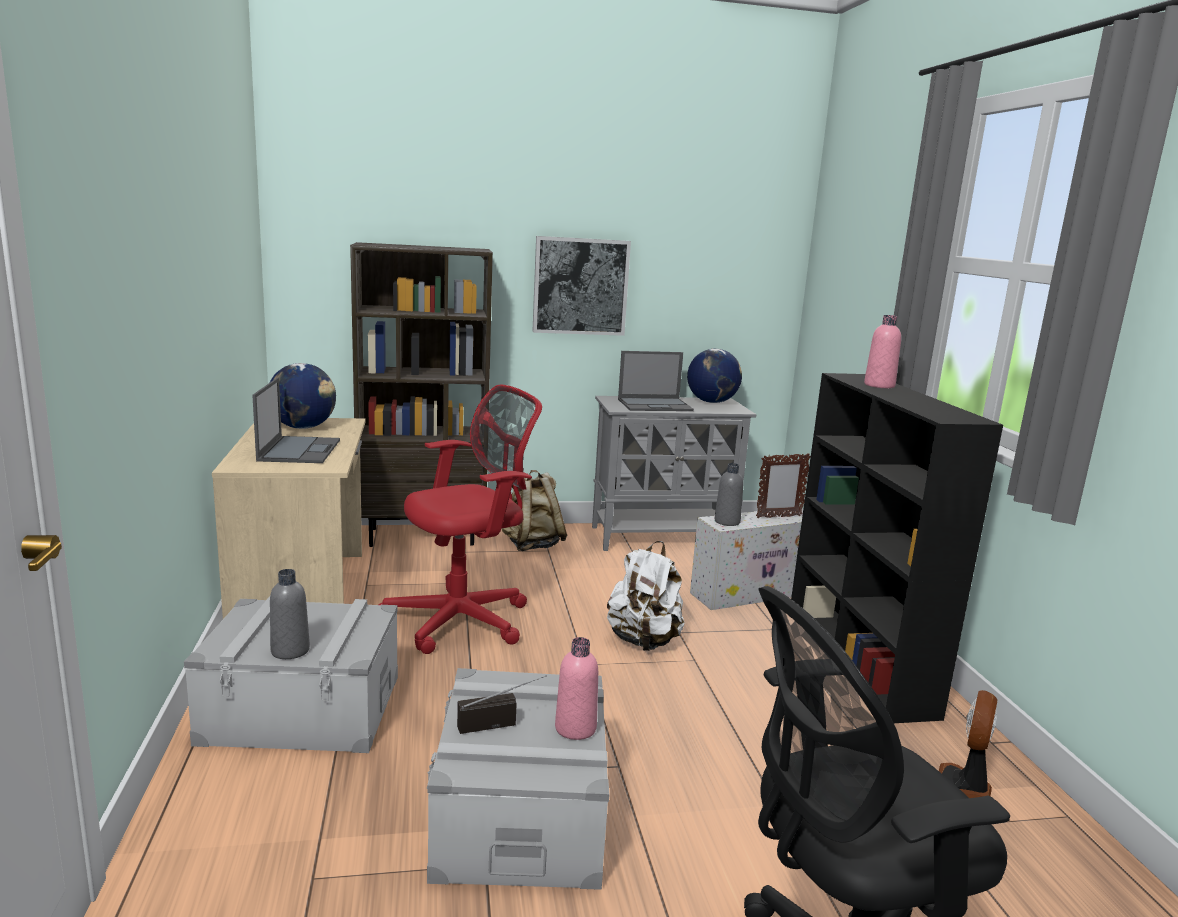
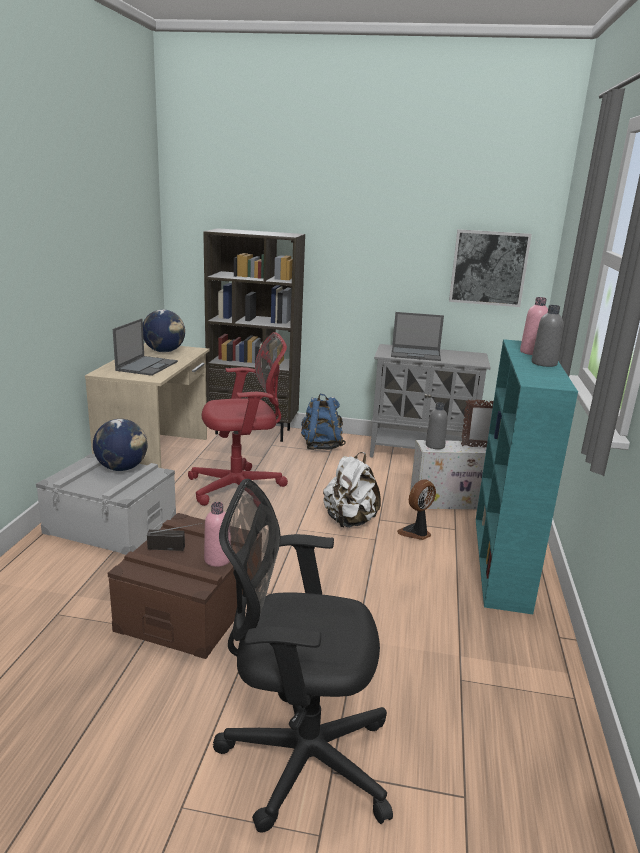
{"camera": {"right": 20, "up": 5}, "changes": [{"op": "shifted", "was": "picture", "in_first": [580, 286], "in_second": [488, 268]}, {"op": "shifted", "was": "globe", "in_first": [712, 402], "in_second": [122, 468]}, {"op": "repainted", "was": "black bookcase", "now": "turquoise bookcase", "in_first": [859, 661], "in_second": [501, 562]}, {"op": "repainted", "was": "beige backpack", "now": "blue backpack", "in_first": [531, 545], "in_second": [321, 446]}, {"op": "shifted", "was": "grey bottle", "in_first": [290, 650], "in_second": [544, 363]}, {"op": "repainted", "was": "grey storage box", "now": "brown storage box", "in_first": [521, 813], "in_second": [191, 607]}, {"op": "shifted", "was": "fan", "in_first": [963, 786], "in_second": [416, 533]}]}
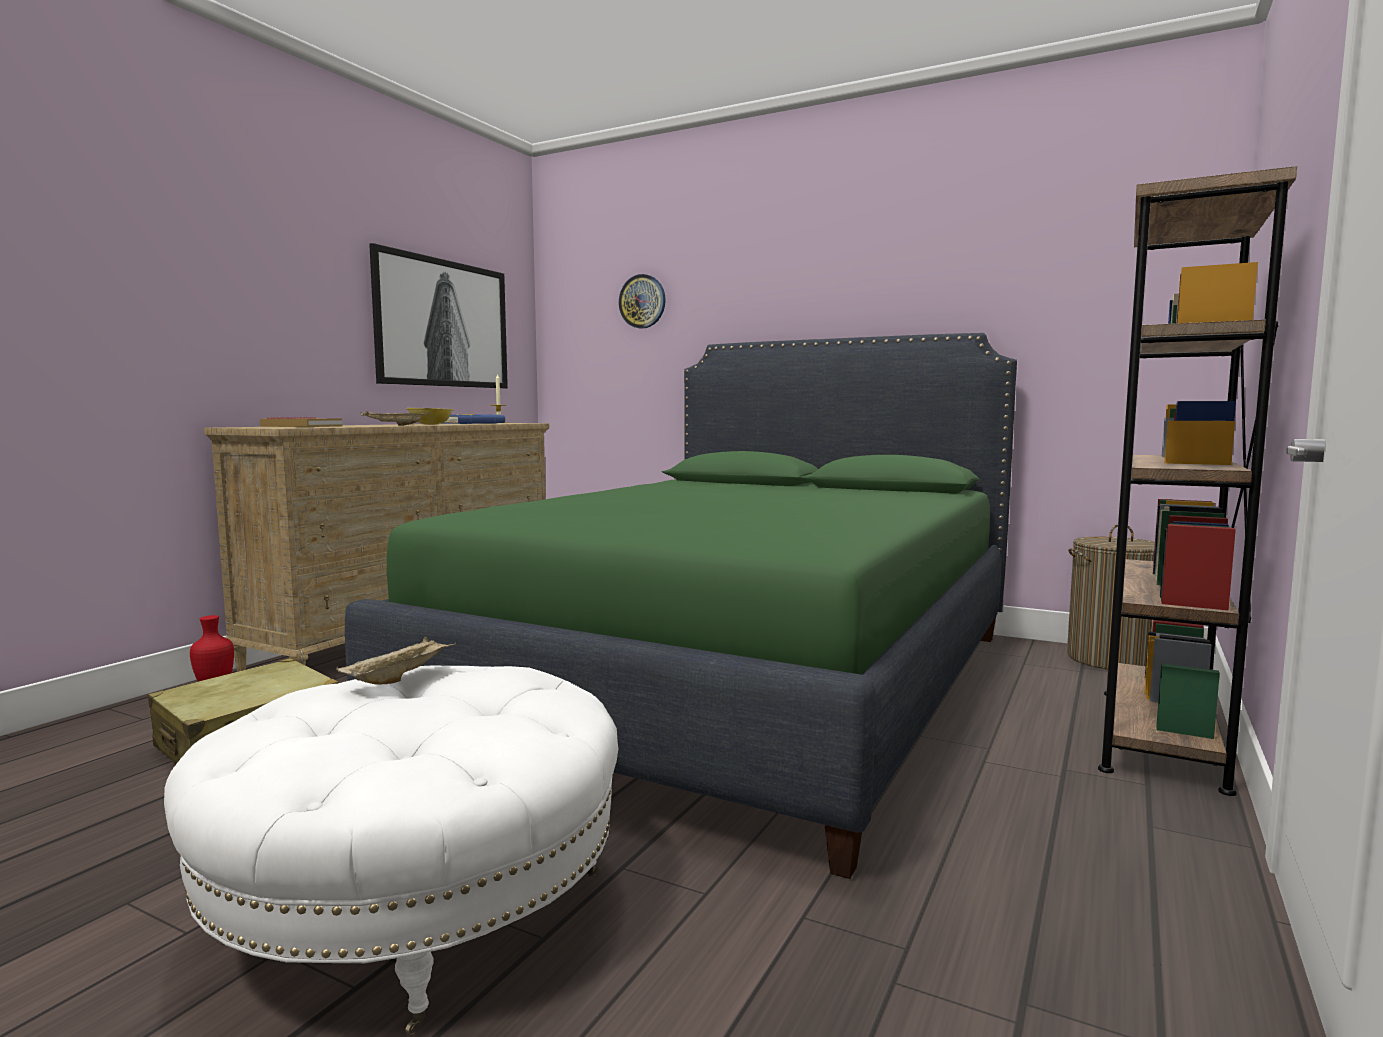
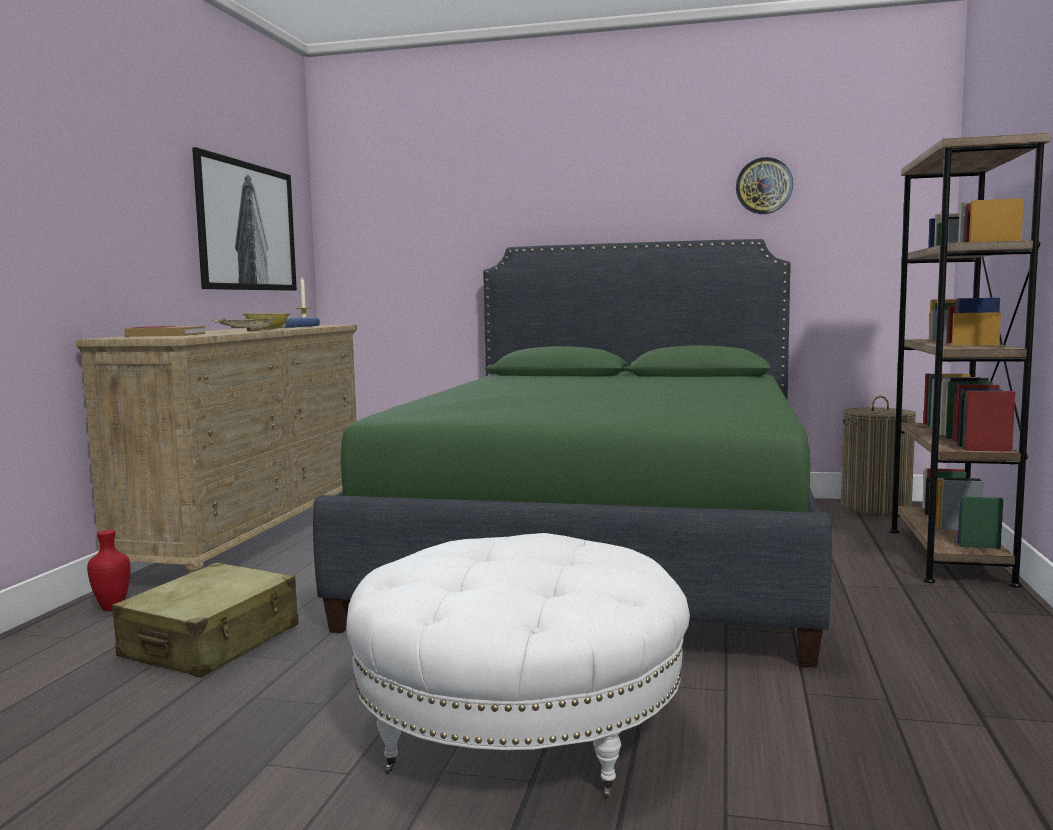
{"camera": {"right": -15, "up": 0}, "changes": [{"op": "shifted", "was": "wall clock", "in_first": [642, 301], "in_second": [764, 186]}, {"op": "gone", "was": "beige tray", "in_first": [399, 677]}]}
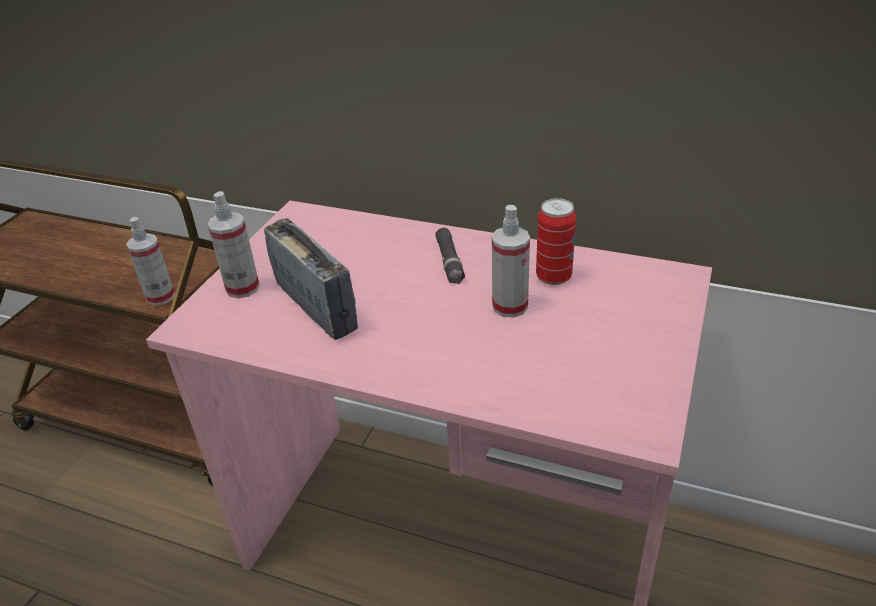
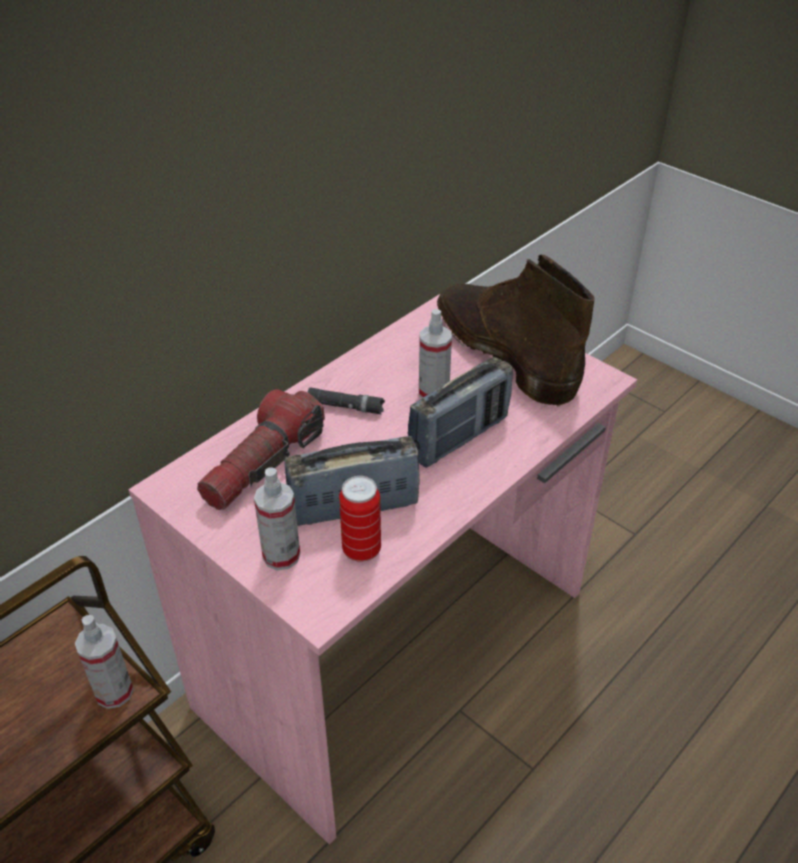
{"camera": {"right": -70, "up": 5}, "changes": [{"op": "shifted", "was": "can", "in_first": [553, 277], "in_second": [361, 550]}, {"op": "new", "now": "brown boot", "in_second": [503, 351]}, {"op": "new", "now": "radio", "in_second": [459, 438]}, {"op": "new", "now": "flashlight", "in_second": [263, 463]}]}
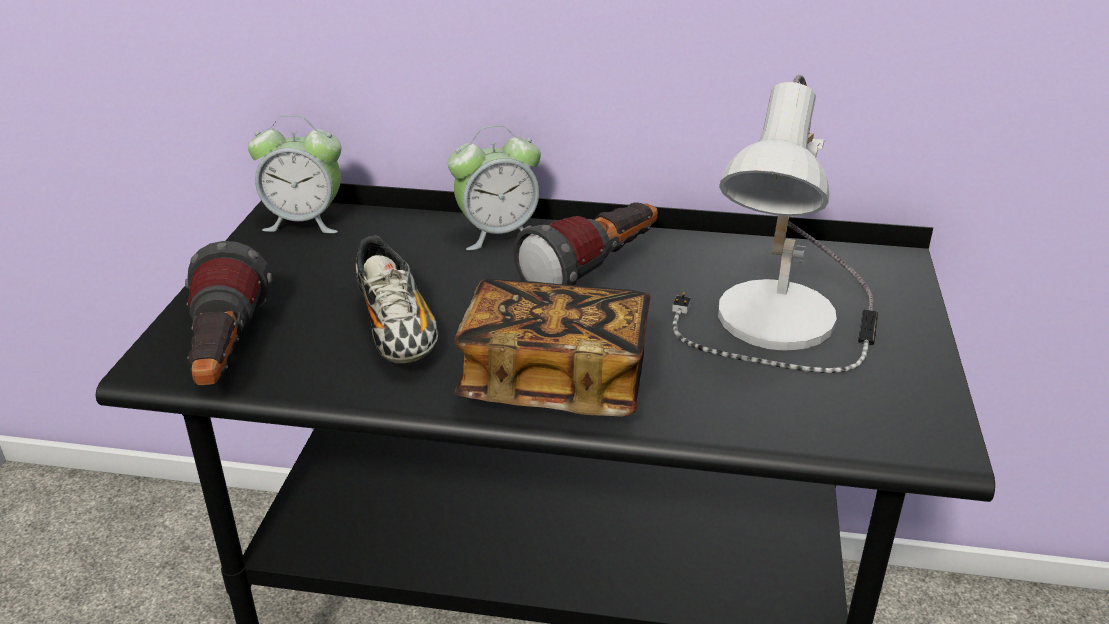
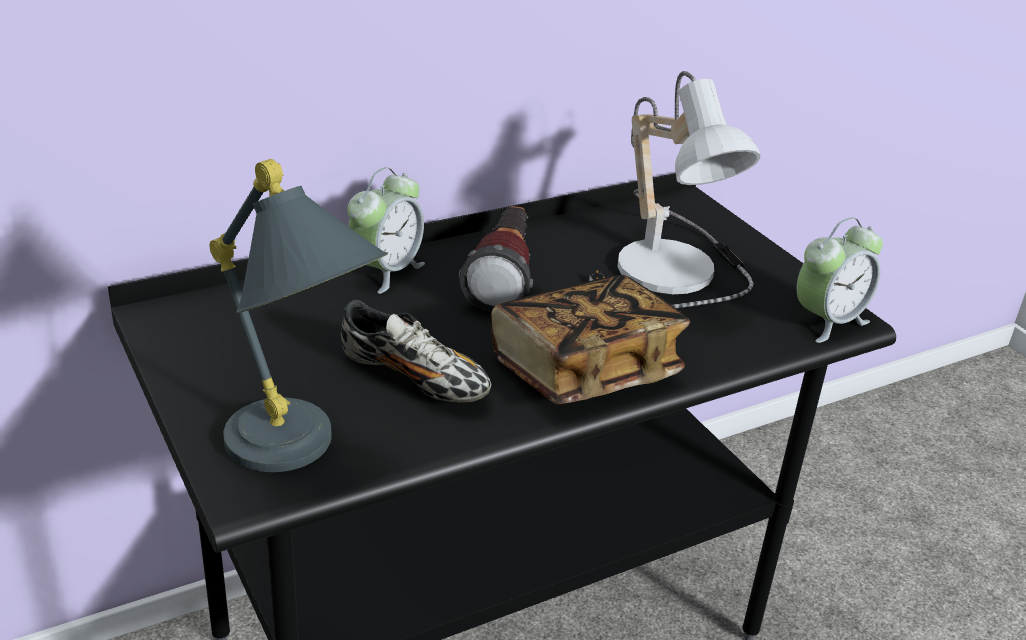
{"camera": {"right": -40, "up": 0}, "changes": [{"op": "shifted", "was": "alarm clock", "in_first": [305, 221], "in_second": [828, 321]}, {"op": "swapped", "was": "flashlight", "now": "grey table lamp", "in_first": [226, 356], "in_second": [301, 458]}]}
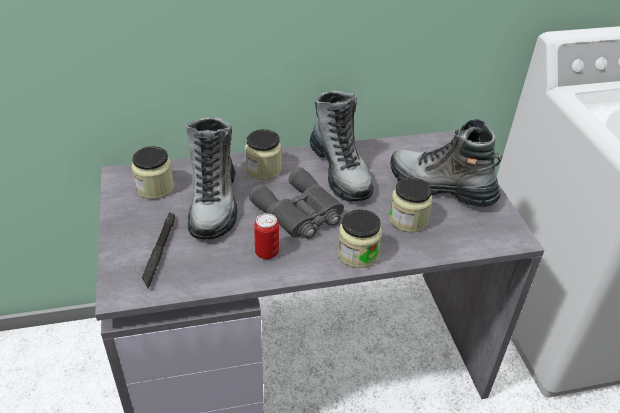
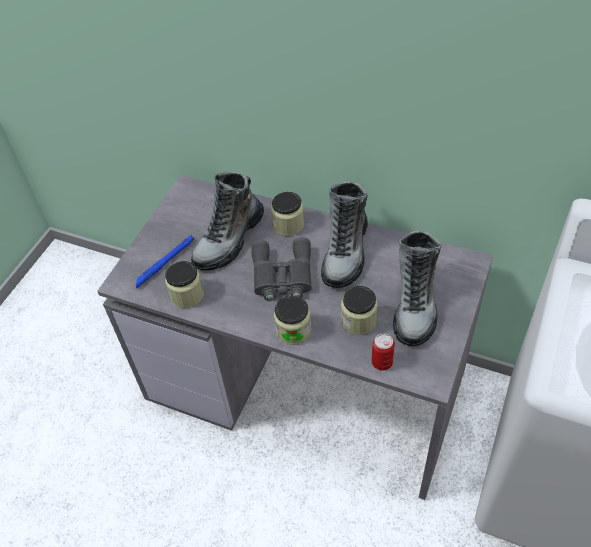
{"camera": {"right": 40, "up": 10}, "changes": [{"op": "rotated", "was": "boot", "in_first": [440, 187], "in_second": [415, 304], "clockwise": -150}, {"op": "shifted", "was": "jar", "in_first": [155, 188], "in_second": [187, 295]}, {"op": "repainted", "was": "black flashlight", "now": "blue flashlight", "in_first": [160, 252], "in_second": [165, 263]}, {"op": "shifted", "was": "can", "in_first": [267, 252], "in_second": [382, 362]}]}
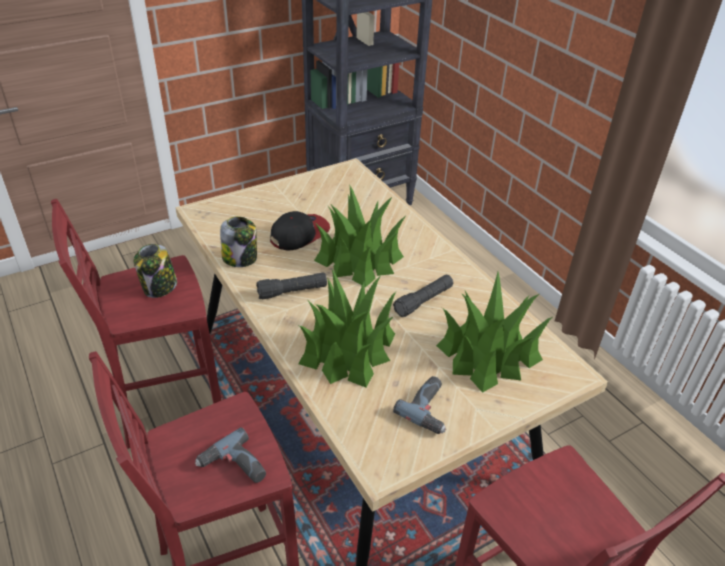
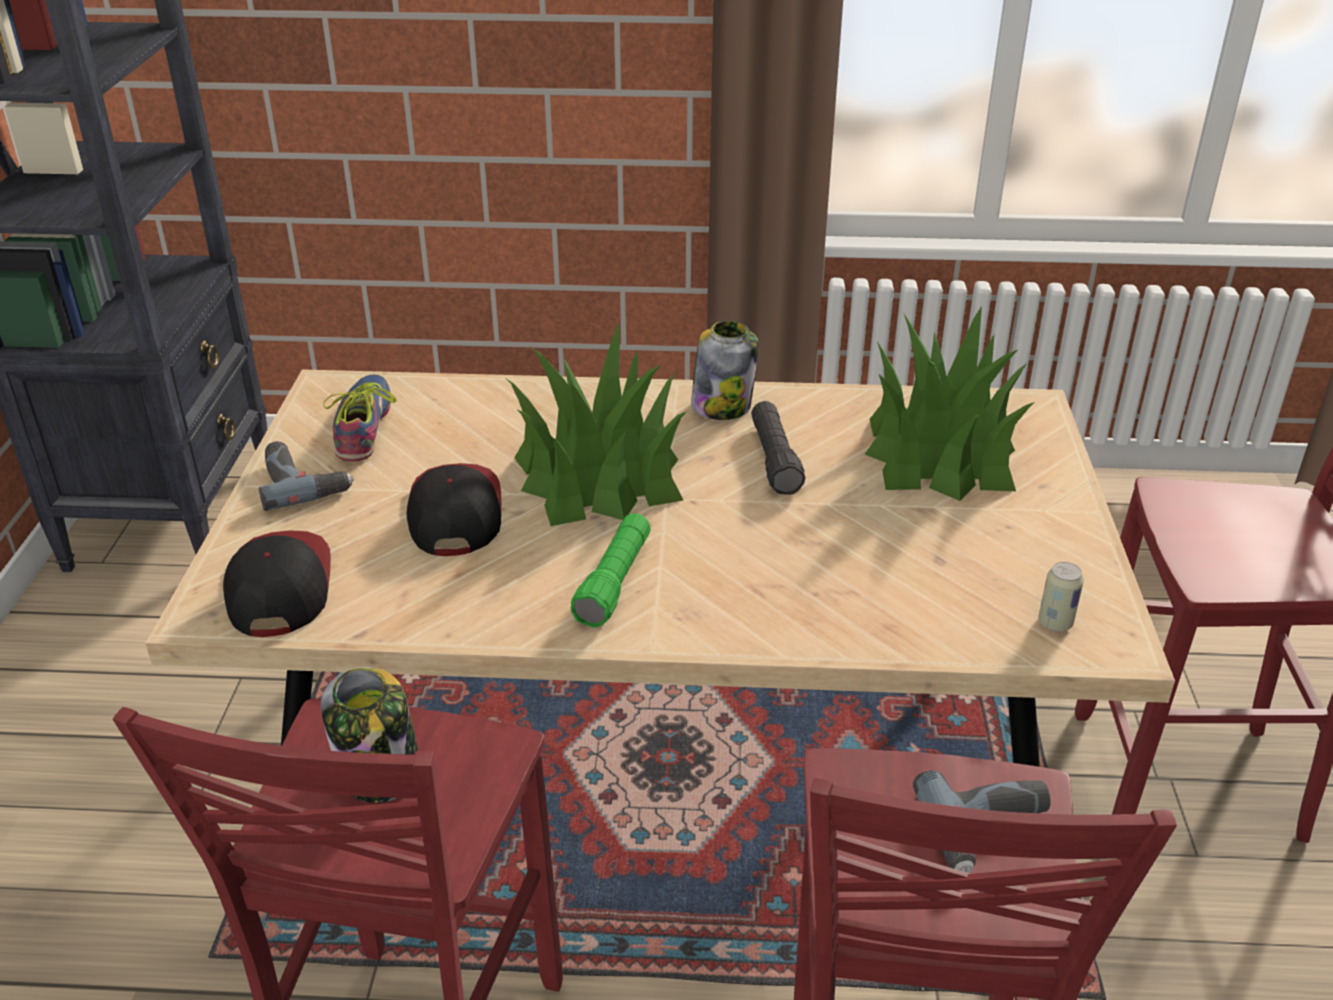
{"camera": {"right": -55, "up": -5}, "changes": [{"op": "shifted", "was": "jar", "in_first": [240, 258], "in_second": [722, 406]}, {"op": "gone", "was": "potted plant", "in_first": [348, 350]}, {"op": "repainted", "was": "black flashlight", "now": "green flashlight", "in_first": [292, 292], "in_second": [614, 582]}, {"op": "shifted", "was": "power drill", "in_first": [430, 409], "in_second": [303, 481]}, {"op": "new", "now": "shoe", "in_second": [363, 427]}, {"op": "new", "now": "cap", "in_second": [279, 587]}, {"op": "new", "now": "can", "in_second": [1055, 623]}]}
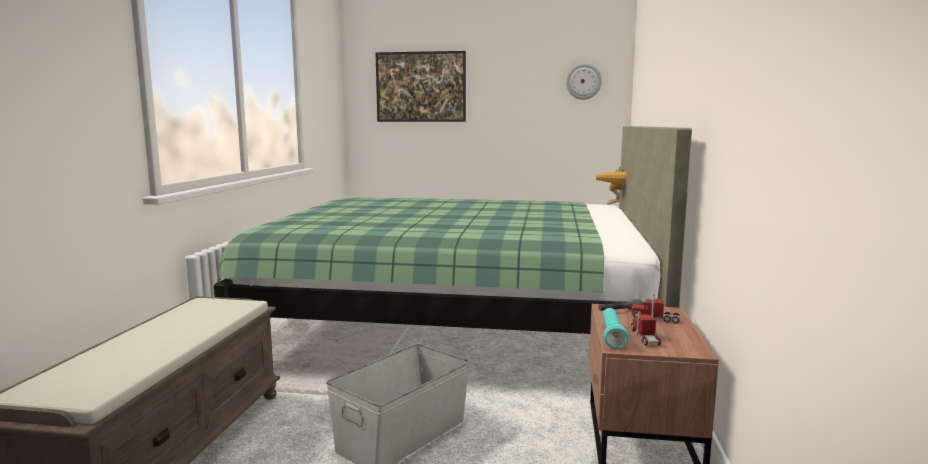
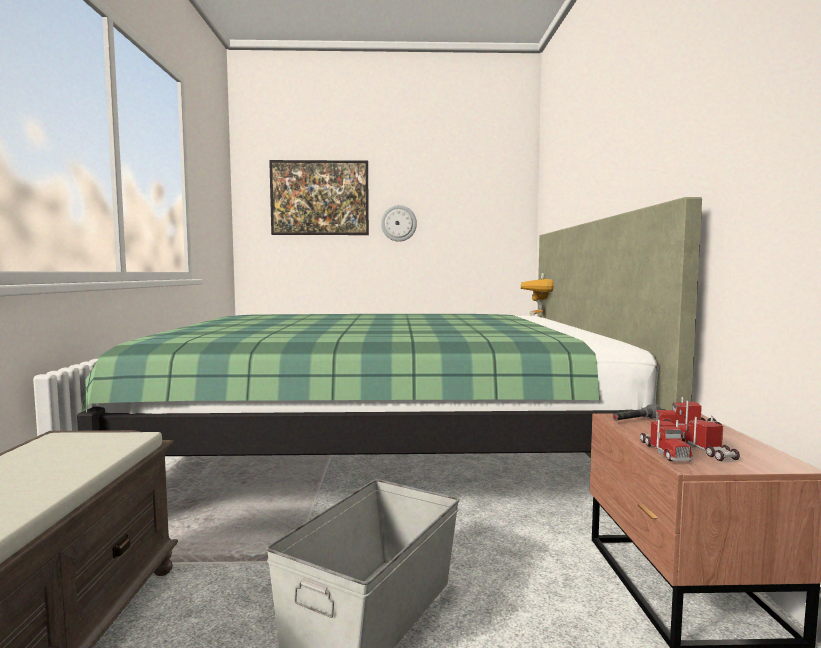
{"camera": {"right": -10, "up": -5}, "changes": [{"op": "shifted", "was": "wall clock", "in_first": [583, 81], "in_second": [398, 223]}, {"op": "swapped", "was": "turquoise flashlight", "now": "toy truck", "in_first": [612, 336], "in_second": [664, 451]}]}
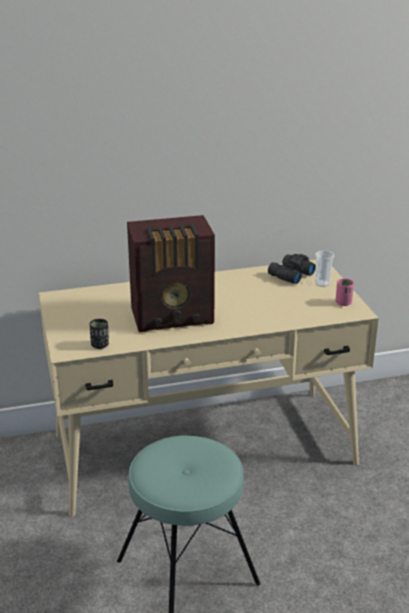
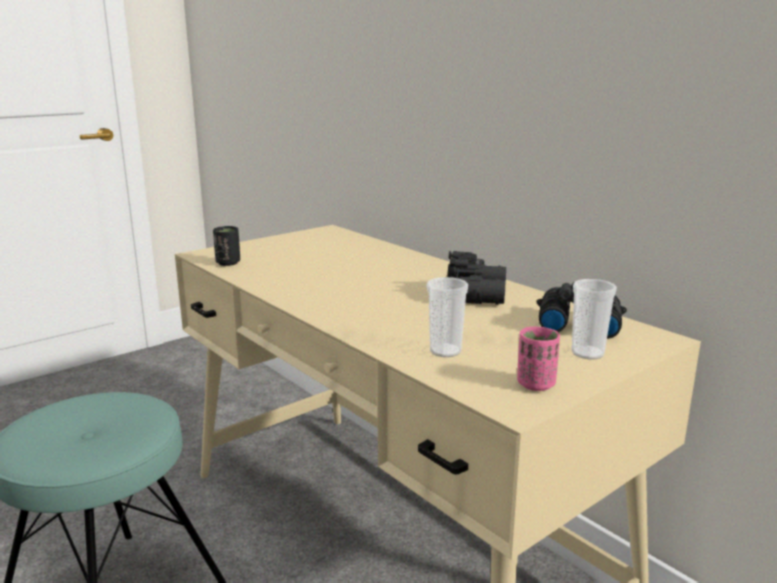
{"camera": {"right": 65, "up": -10}, "changes": [{"op": "gone", "was": "radio", "in_first": [174, 317]}, {"op": "new", "now": "black binoculars", "in_second": [477, 294]}, {"op": "new", "now": "cup", "in_second": [445, 351]}]}
